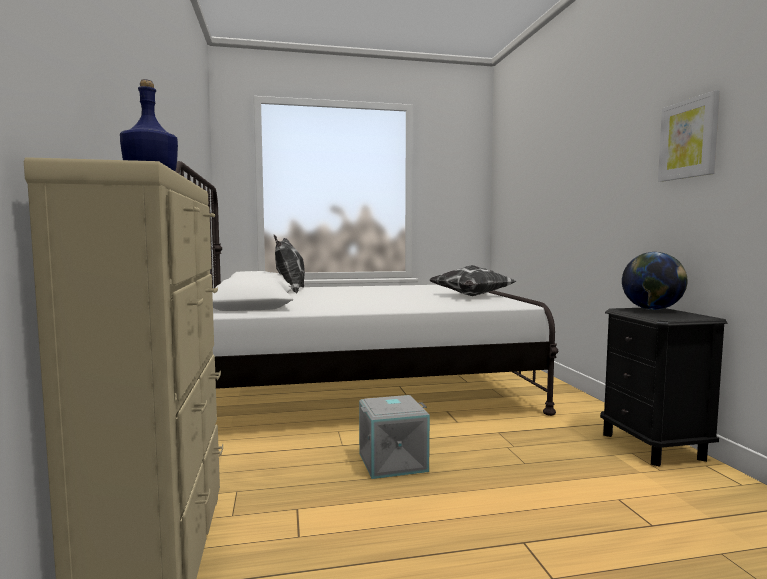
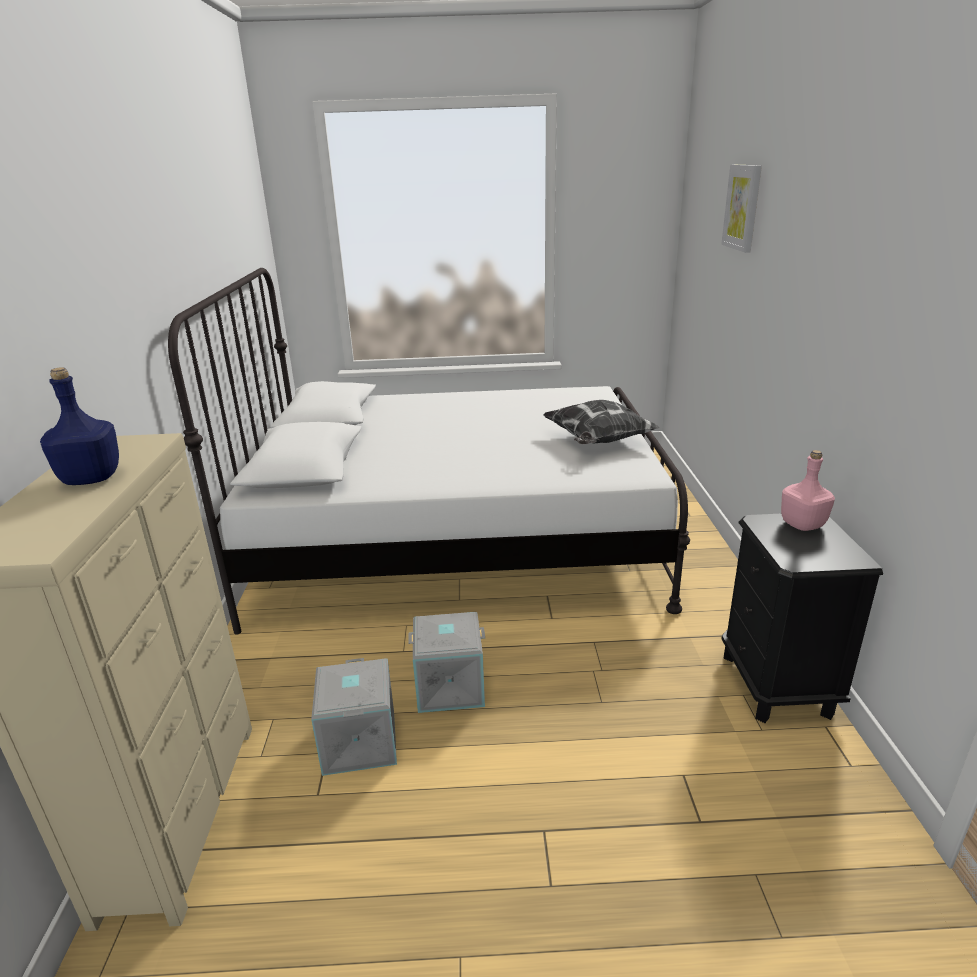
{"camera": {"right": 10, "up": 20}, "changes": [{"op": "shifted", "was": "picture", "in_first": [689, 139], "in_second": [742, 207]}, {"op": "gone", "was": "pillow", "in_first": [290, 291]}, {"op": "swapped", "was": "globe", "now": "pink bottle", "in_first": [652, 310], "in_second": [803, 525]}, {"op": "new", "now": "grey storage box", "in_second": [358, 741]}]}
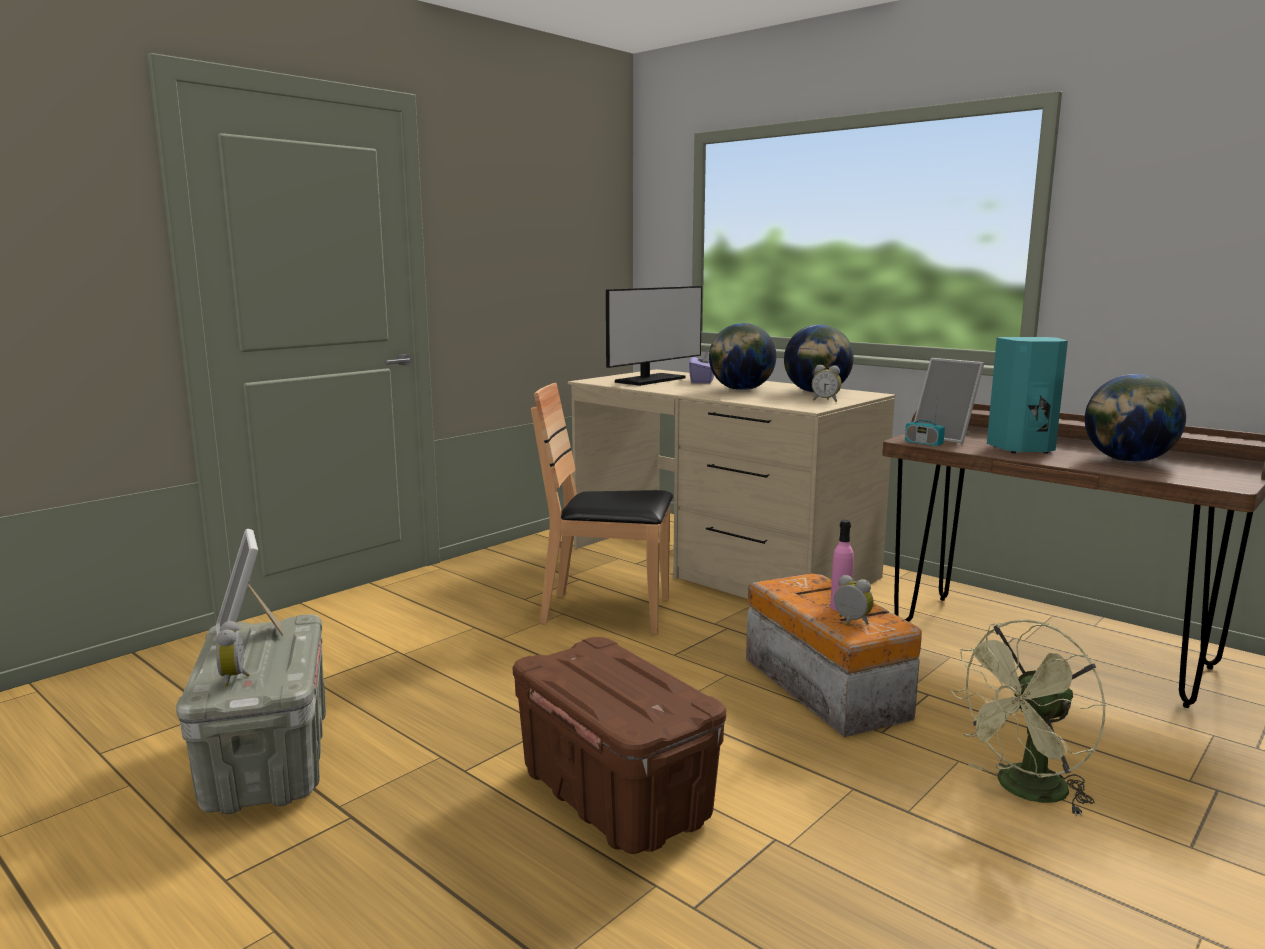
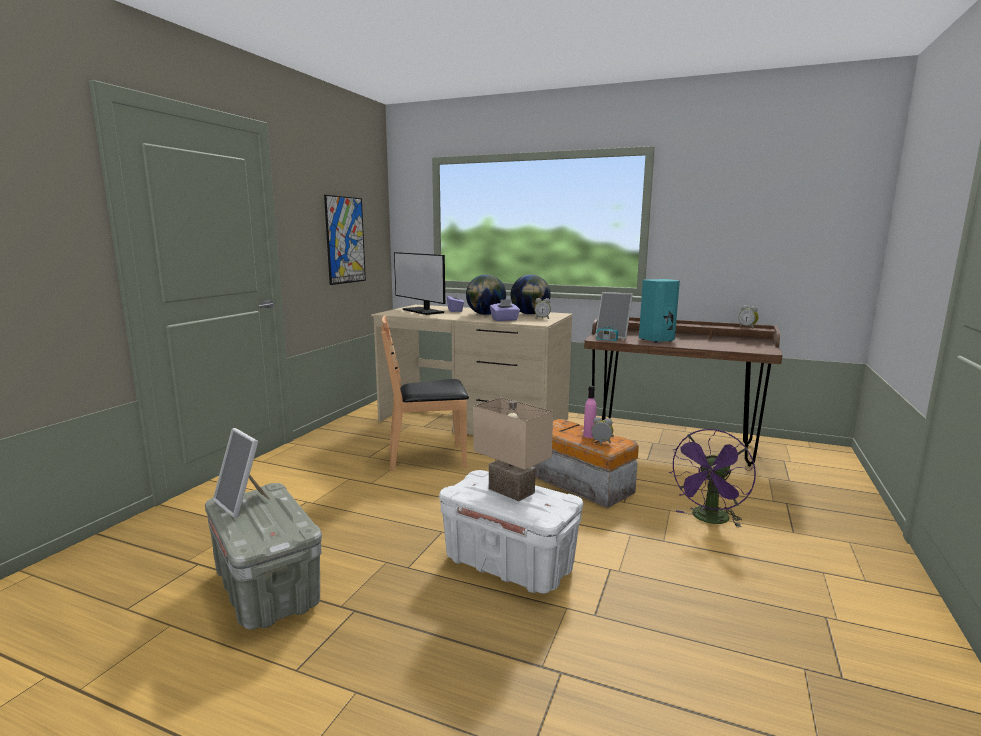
{"camera": {"right": -20, "up": 0}, "changes": [{"op": "rotated", "was": "monitor", "in_first": [650, 380], "in_second": [423, 311], "clockwise": 120}, {"op": "gone", "was": "globe", "in_first": [1128, 461]}, {"op": "shifted", "was": "alarm clock", "in_first": [236, 678], "in_second": [747, 327]}, {"op": "repainted", "was": "green fan", "now": "purple fan", "in_first": [1025, 792], "in_second": [709, 520]}, {"op": "repainted", "was": "brown storage box", "now": "white storage box", "in_first": [616, 797], "in_second": [510, 564]}, {"op": "new", "now": "picture", "in_second": [345, 240]}, {"op": "new", "now": "purple tissue box", "in_second": [504, 320]}, {"op": "new", "now": "beige table lamp", "in_second": [509, 491]}]}
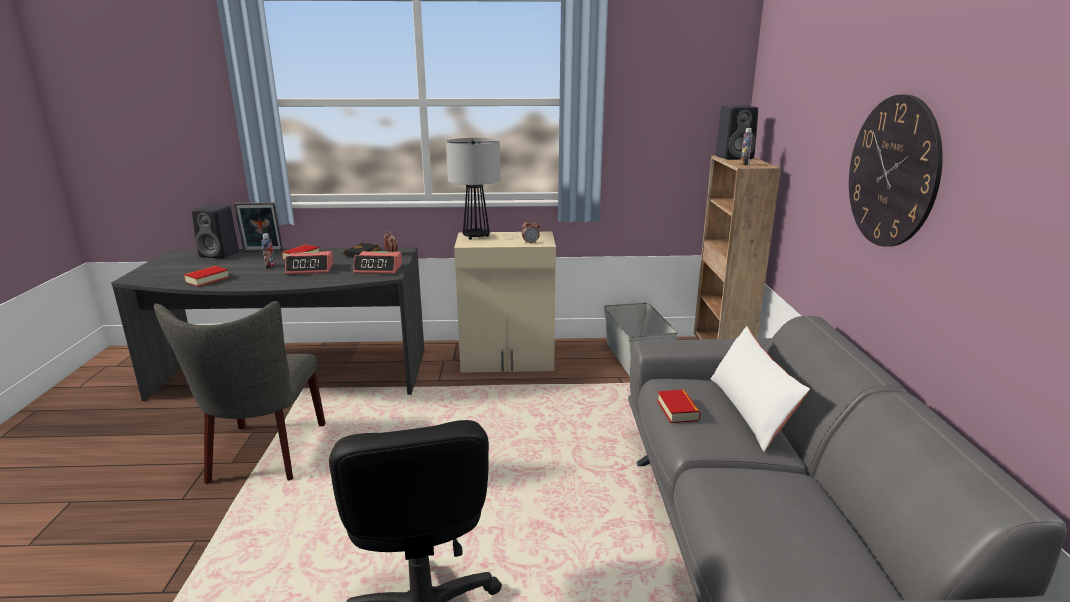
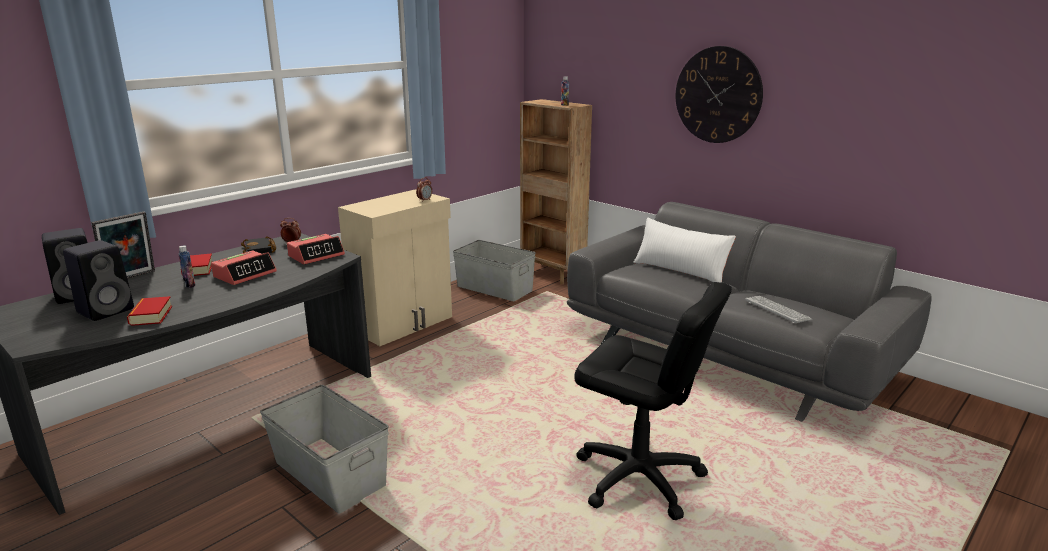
{"camera": {"right": -45, "up": 0}, "changes": [{"op": "shifted", "was": "black speaker", "in_first": [735, 157], "in_second": [107, 310]}, {"op": "gone", "was": "table lamp", "in_first": [476, 236]}, {"op": "swapped", "was": "grey chair", "now": "grey storage box", "in_first": [264, 456], "in_second": [329, 474]}, {"op": "gone", "was": "book", "in_first": [677, 410]}, {"op": "new", "now": "keyboard", "in_second": [777, 310]}]}
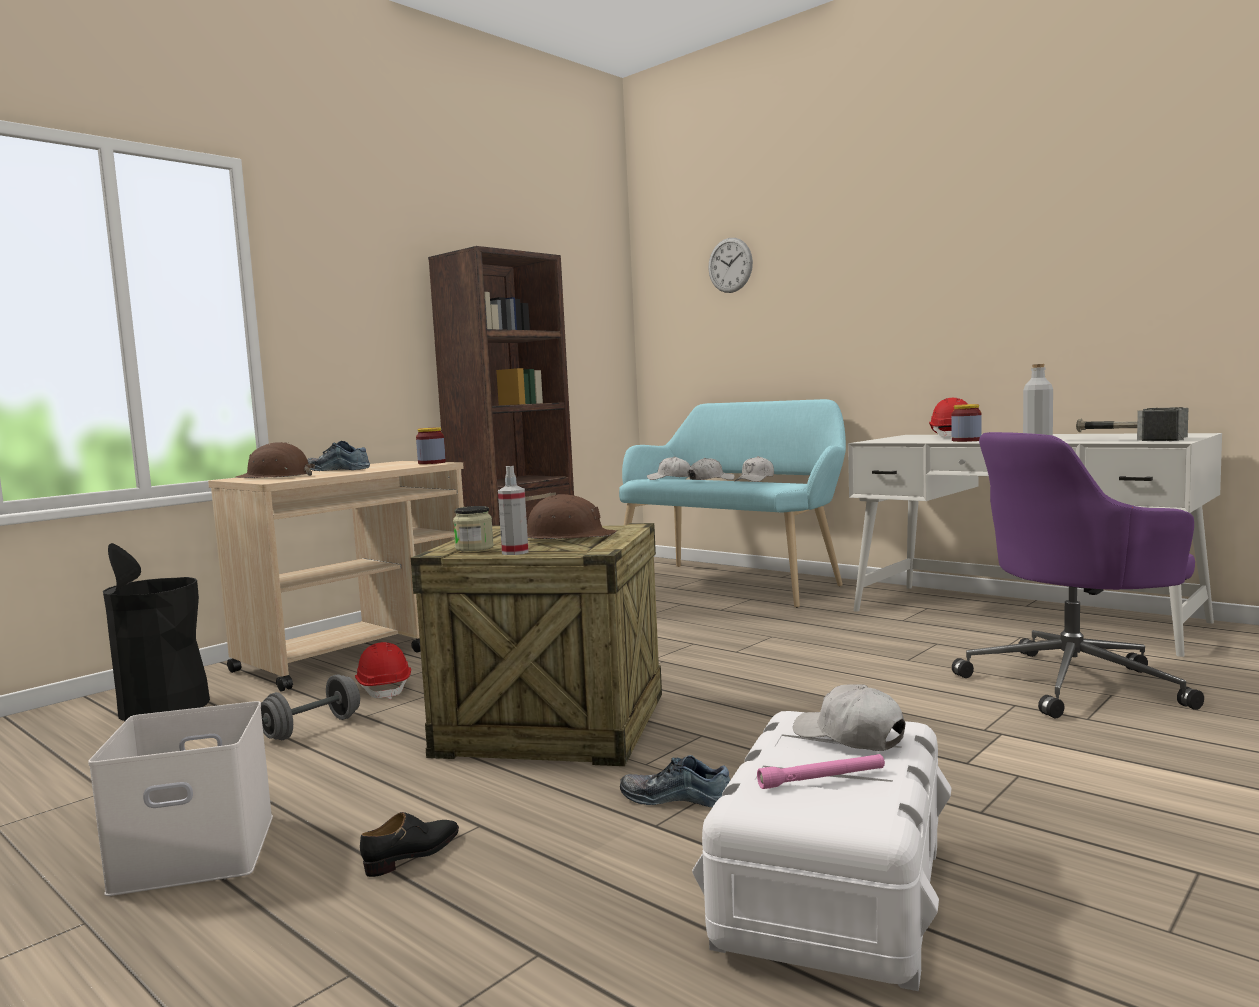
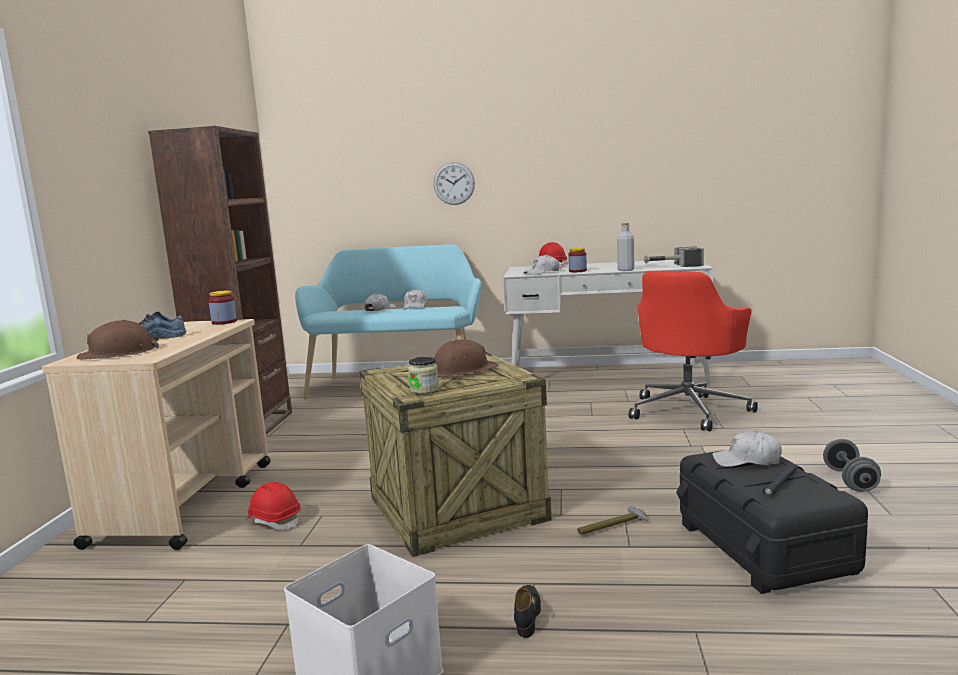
{"camera": {"right": -35, "up": 5}, "changes": [{"op": "shifted", "was": "wall clock", "in_first": [730, 265], "in_second": [454, 183]}, {"op": "repainted", "was": "purple office chair", "now": "red office chair", "in_first": [1075, 683], "in_second": [689, 410]}, {"op": "shifted", "was": "white cap", "in_first": [669, 478], "in_second": [542, 273]}, {"op": "gone", "was": "spray bottle", "in_first": [515, 552]}, {"op": "gone", "was": "black trash can", "in_first": [164, 707]}, {"op": "shifted", "was": "grey dumbbell", "in_first": [312, 728], "in_second": [850, 480]}, {"op": "repainted", "was": "white storage box", "now": "black storage box", "in_first": [835, 894], "in_second": [764, 547]}, {"op": "repainted", "was": "pink flashlight", "now": "black flashlight", "in_first": [822, 779], "in_second": [781, 484]}, {"op": "swapped", "was": "shoe", "now": "hammer", "in_first": [677, 797], "in_second": [612, 527]}]}
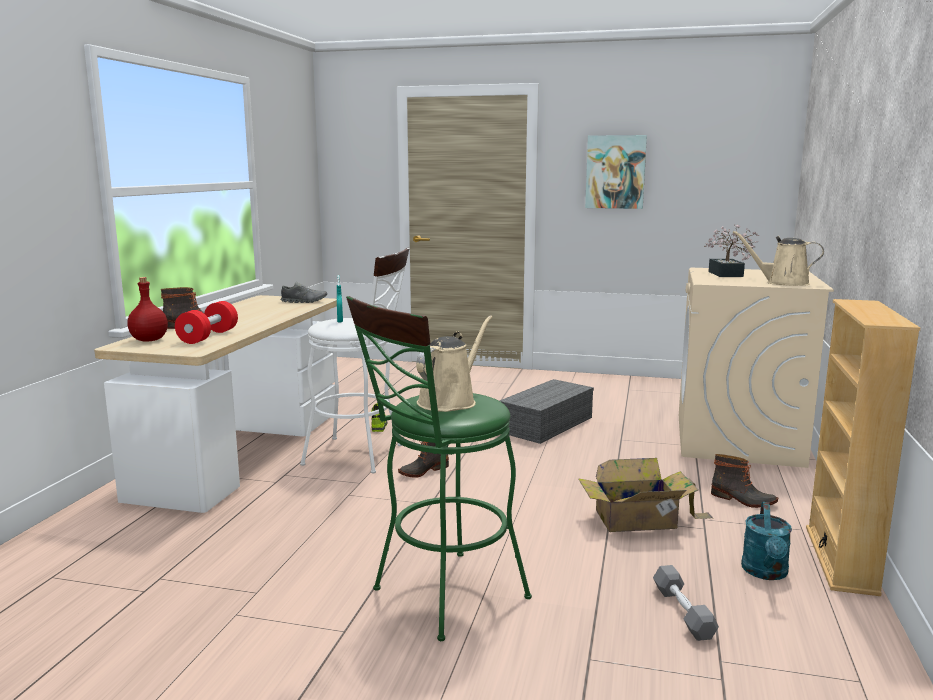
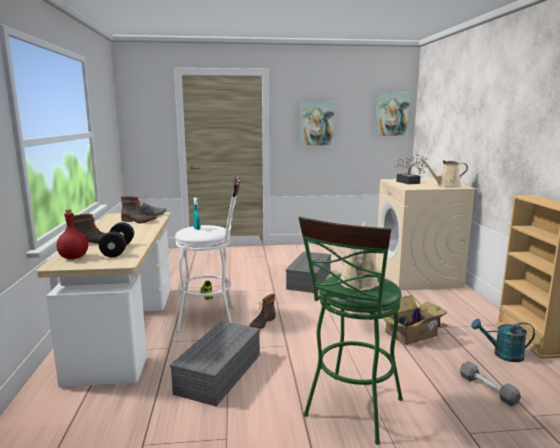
{"camera": {"right": -20, "up": 0}, "changes": [{"op": "repainted", "was": "red dumbbell", "now": "black dumbbell", "in_first": [208, 336], "in_second": [118, 250]}, {"op": "shifted", "was": "boot", "in_first": [742, 500], "in_second": [138, 221]}, {"op": "rotated", "was": "turquoise watering can", "in_first": [765, 573], "in_second": [502, 355], "clockwise": 105}, {"op": "new", "now": "picture", "in_second": [391, 114]}, {"op": "new", "now": "grey storage box", "in_second": [219, 372]}]}
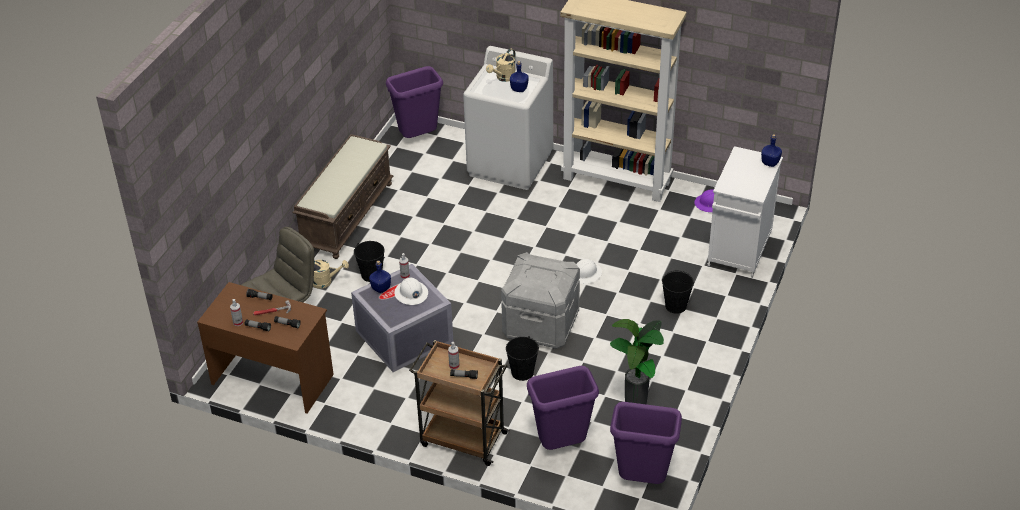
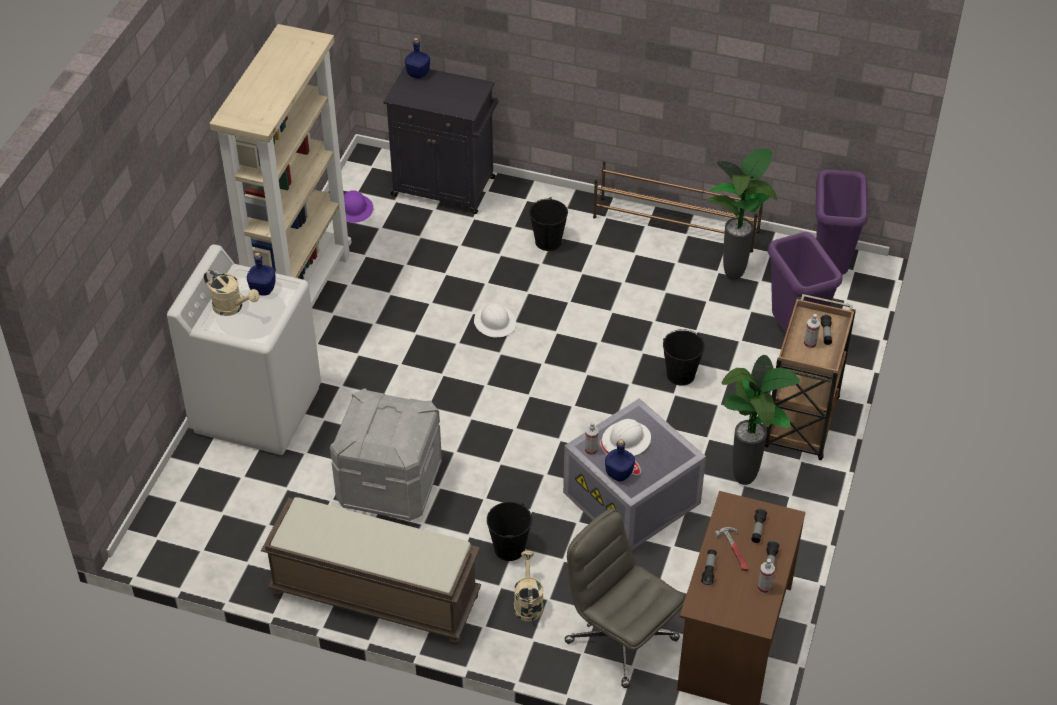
{"camera": {"right": -95, "up": 5}, "changes": [{"op": "gone", "was": "purple trash can", "in_first": [418, 137]}, {"op": "repainted", "was": "white cabinet", "now": "black cabinet", "in_first": [739, 251], "in_second": [445, 187]}, {"op": "shifted", "was": "grey storage box", "in_first": [540, 325], "in_second": [390, 485]}, {"op": "new", "now": "brown shoe rack", "in_second": [676, 225]}, {"op": "new", "now": "potted plant", "in_second": [745, 480]}]}
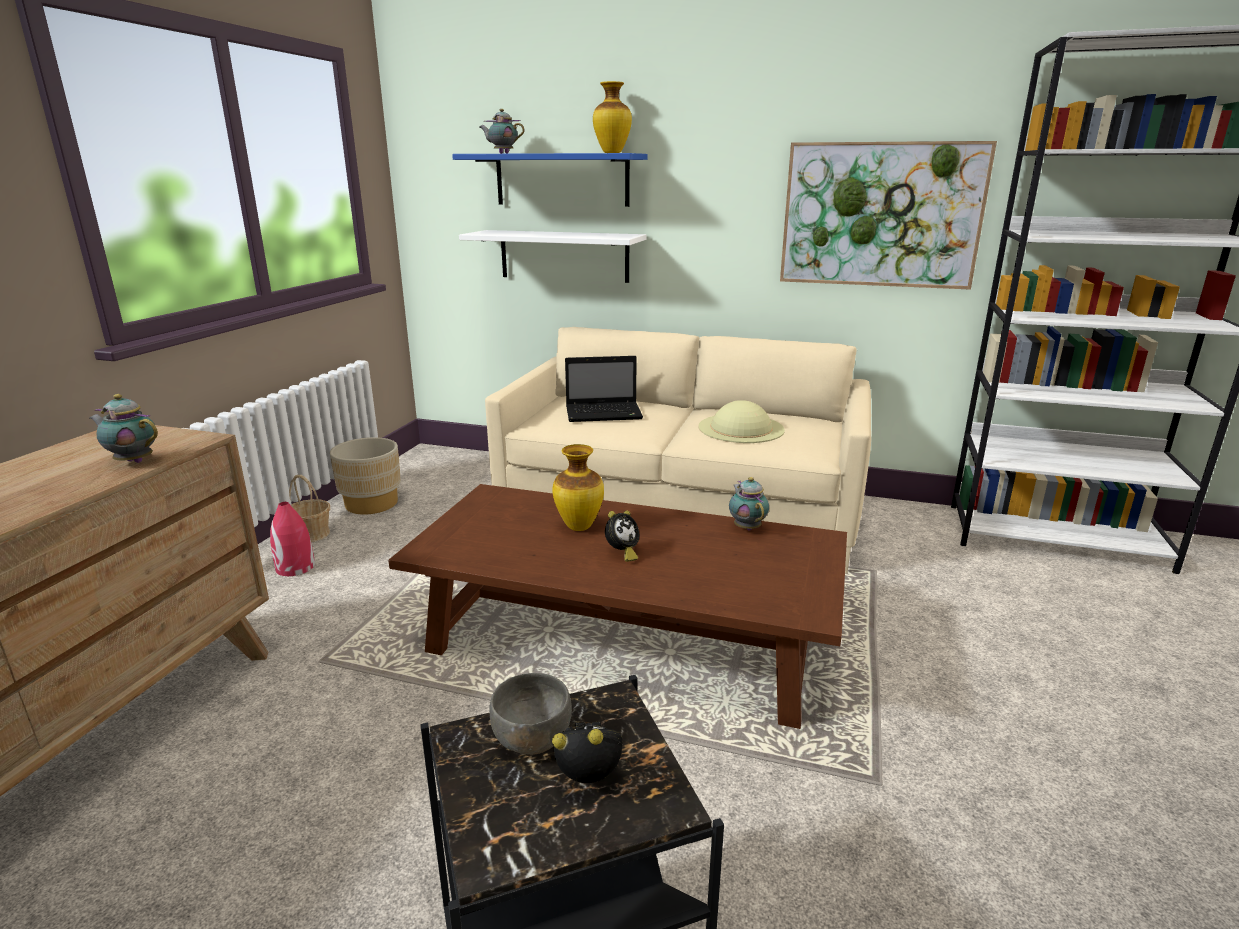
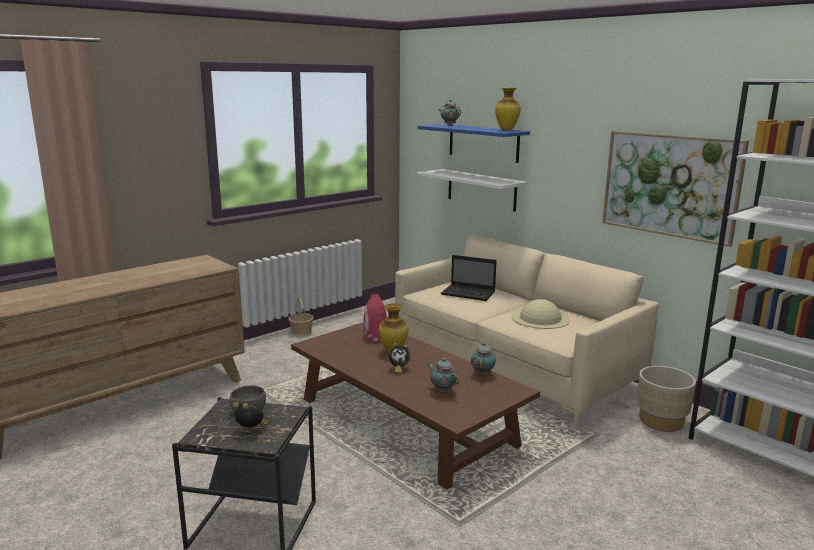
{"camera": {"right": 30, "up": -5}, "changes": [{"op": "shifted", "was": "teapot", "in_first": [133, 461], "in_second": [442, 391]}, {"op": "shifted", "was": "beige planter", "in_first": [371, 504], "in_second": [661, 421]}, {"op": "shifted", "was": "red vase", "in_first": [295, 567], "in_second": [375, 337]}]}
